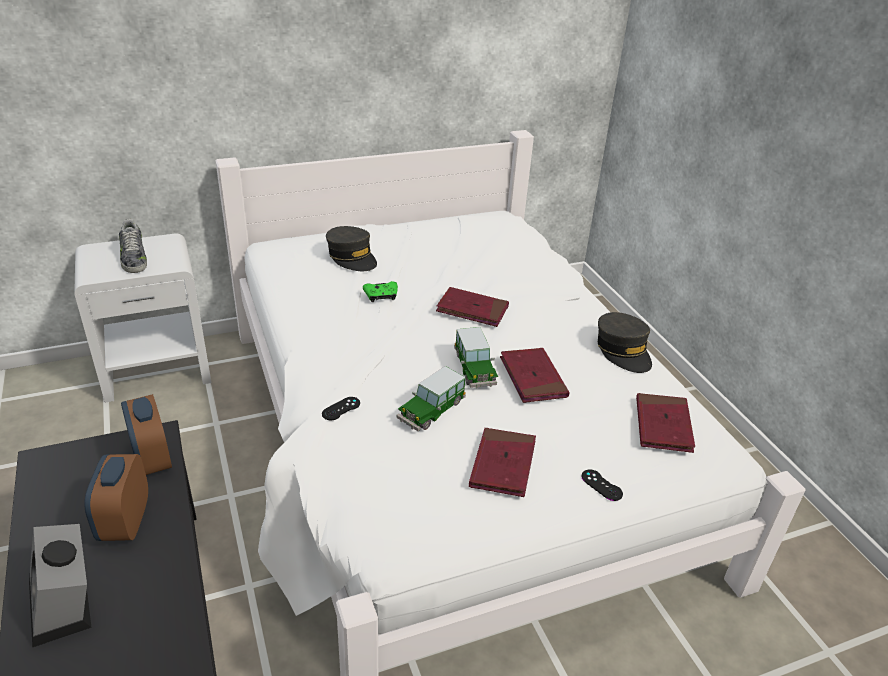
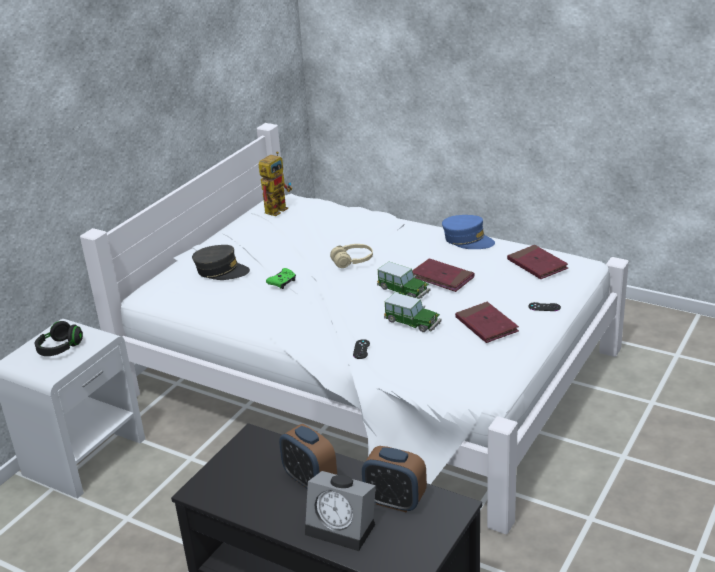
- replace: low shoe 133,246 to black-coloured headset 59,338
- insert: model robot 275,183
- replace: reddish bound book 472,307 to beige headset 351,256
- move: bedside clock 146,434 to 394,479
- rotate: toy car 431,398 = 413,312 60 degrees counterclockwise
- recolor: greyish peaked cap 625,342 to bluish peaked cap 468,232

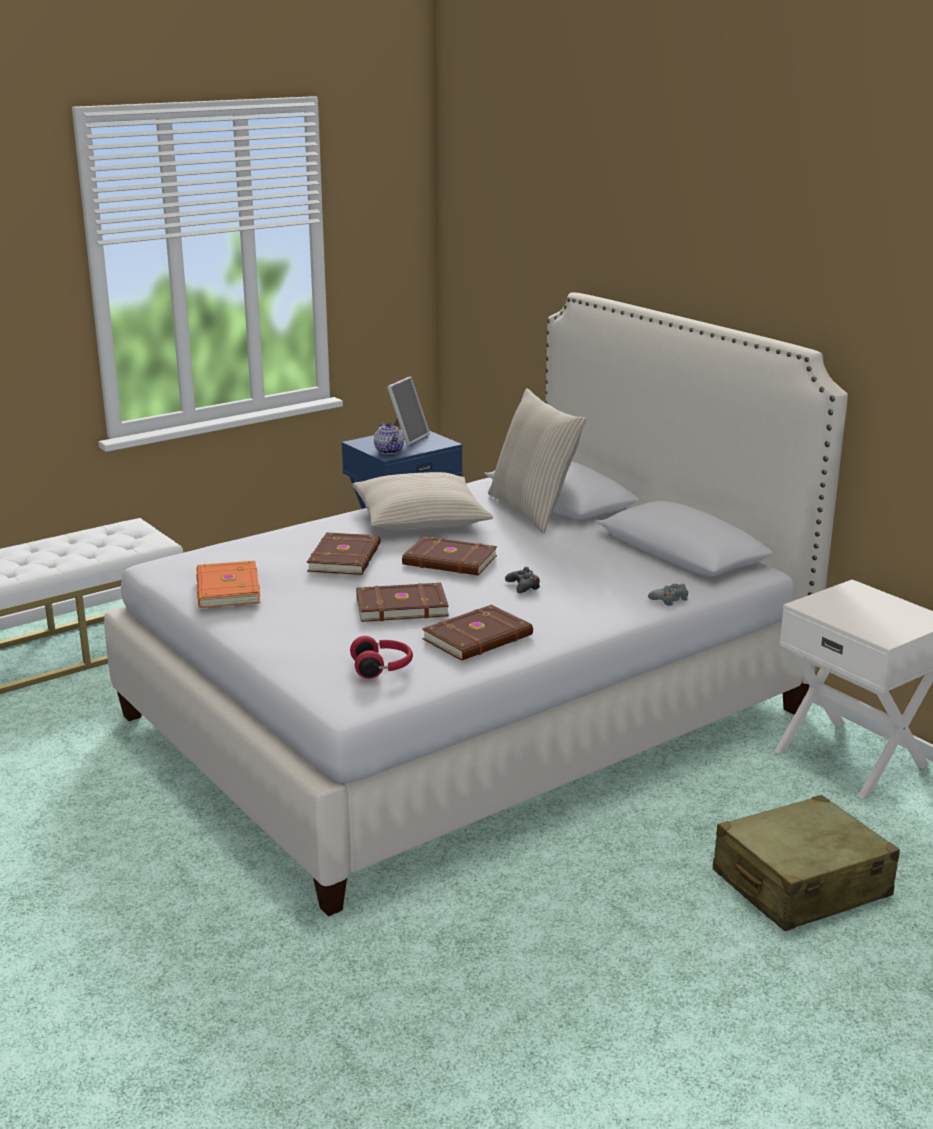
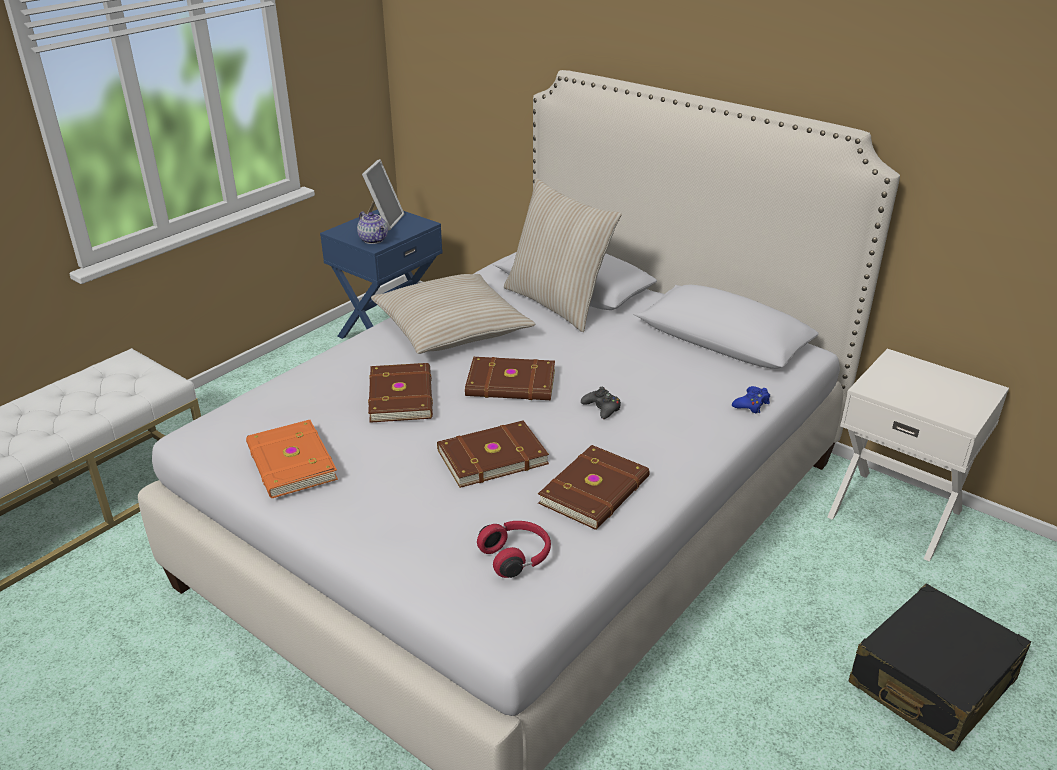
- recolor: greyish game controller 668,595 to bluish game controller 751,399
- recolor: beige travel case 806,863 to black-coloured travel case 939,668

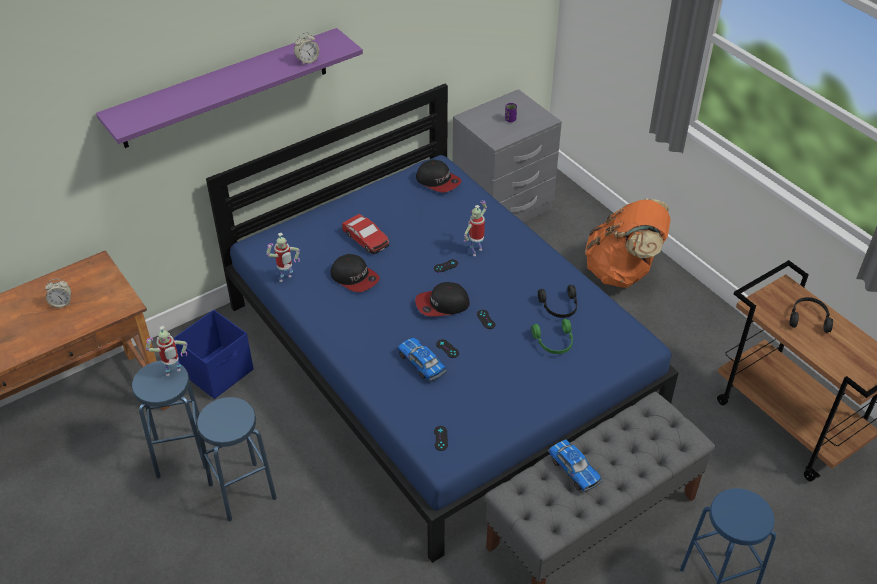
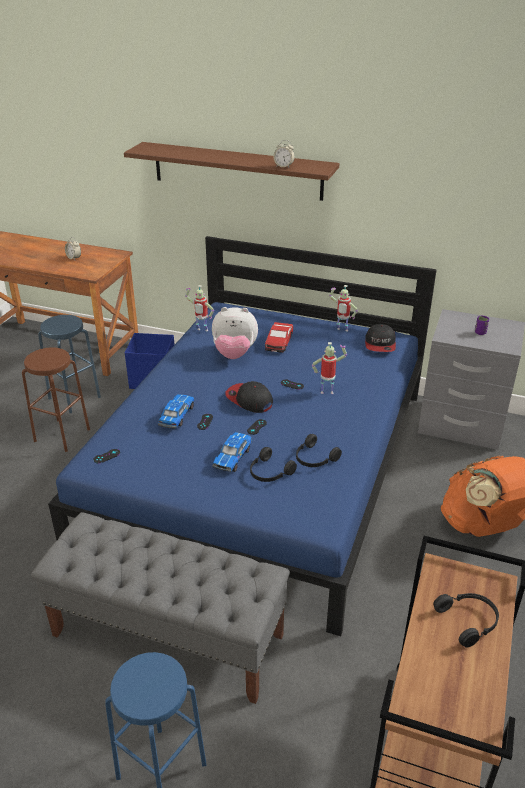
- recolor: bluish sitting stool 236,459 to brown sitting stool 56,399
- recolor: purplish shelf 229,88 to brown shelf 232,171
- replace: peaked cap 355,273 to cuddly toy 235,333
- move: toy car 575,466 to 232,452
- recolor: green headset 552,336 to black-coloured headset 273,464
- move: model robot 166,351 to 343,308

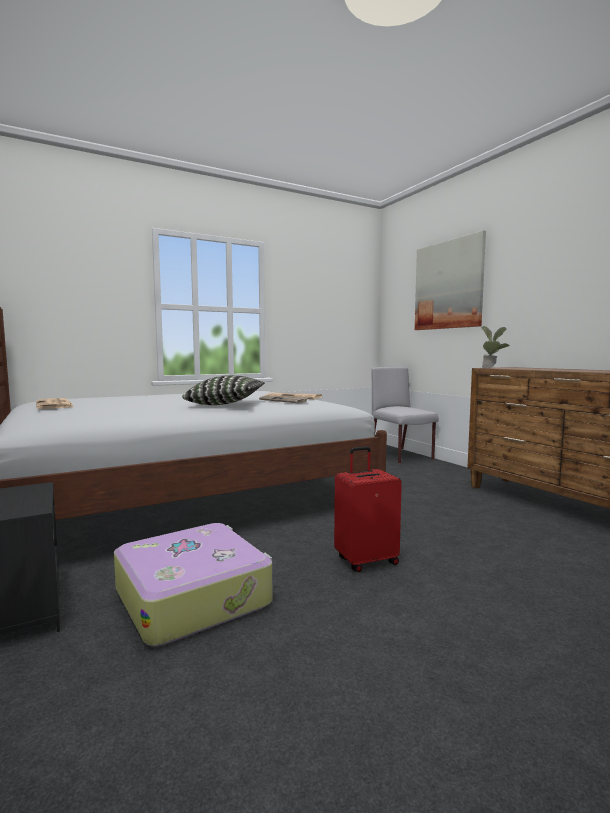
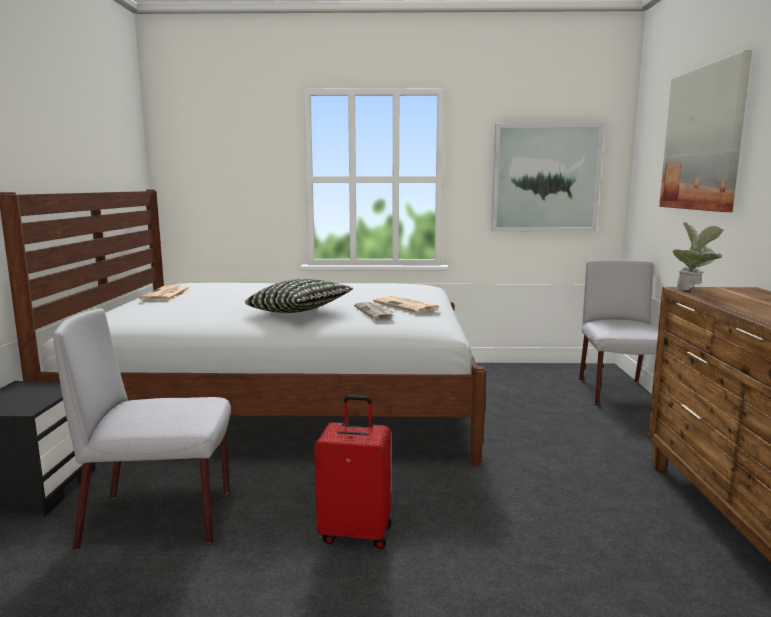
- replace: travel case 193,584 to greyish plain chair 142,429
- insert: picture 547,177

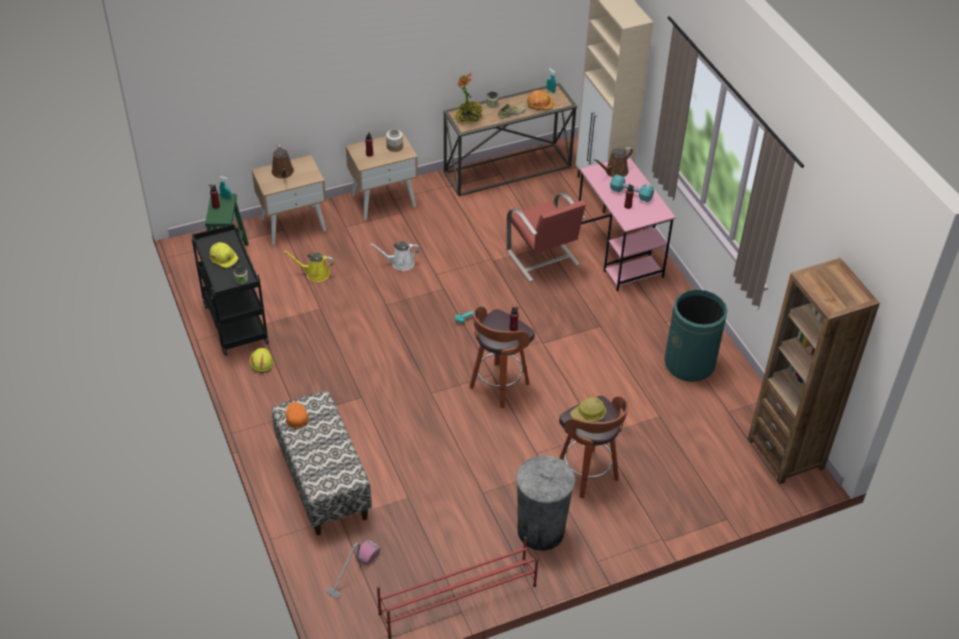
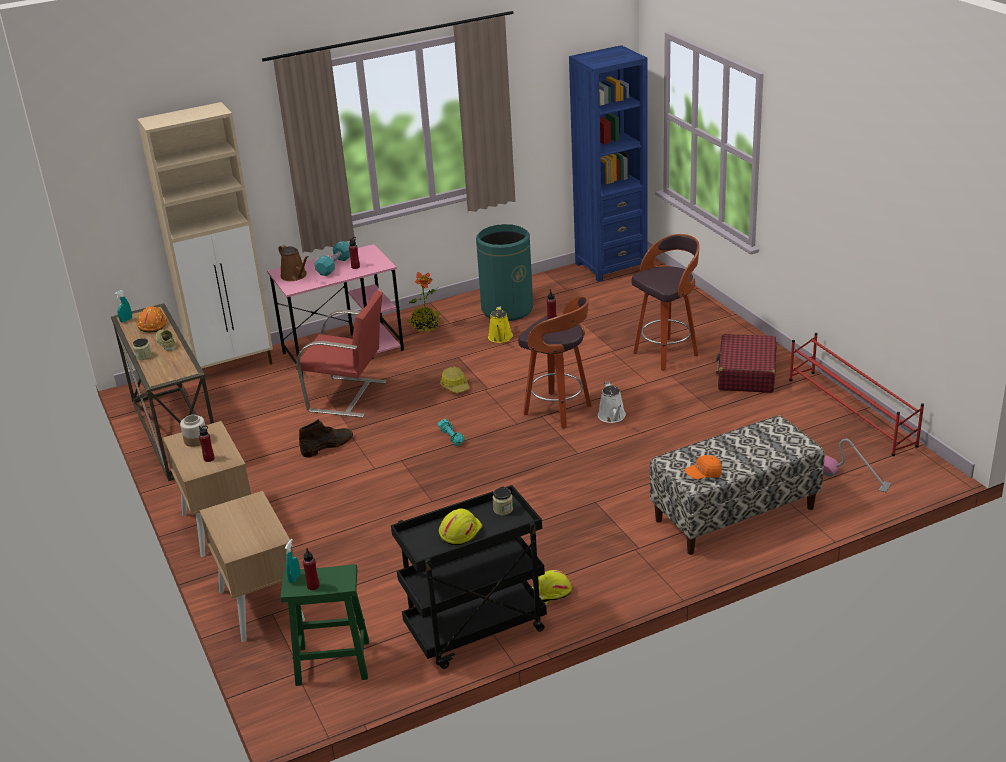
- rotate: reddish plain chair 546,237 = 341,354 45 degrees clockwise
- insert: brown tall boot 326,438
- move: plant in a pot 468,98 to 424,302
- move: safety helmet 588,409 to 455,379
- move: yellowish watering pot 309,266 to 500,324
- recolor: brown shelving unit 814,371 to bluish shelving unit 608,163
- move: white watering pot 395,256 to 612,402
- replace: greyish rubbish bin 545,503 to reddish travel case 746,363
- delete: brown watering pot 283,161

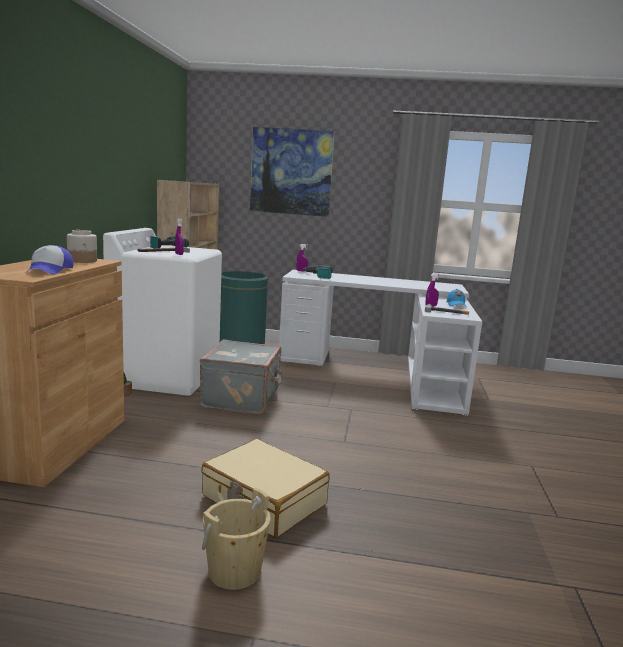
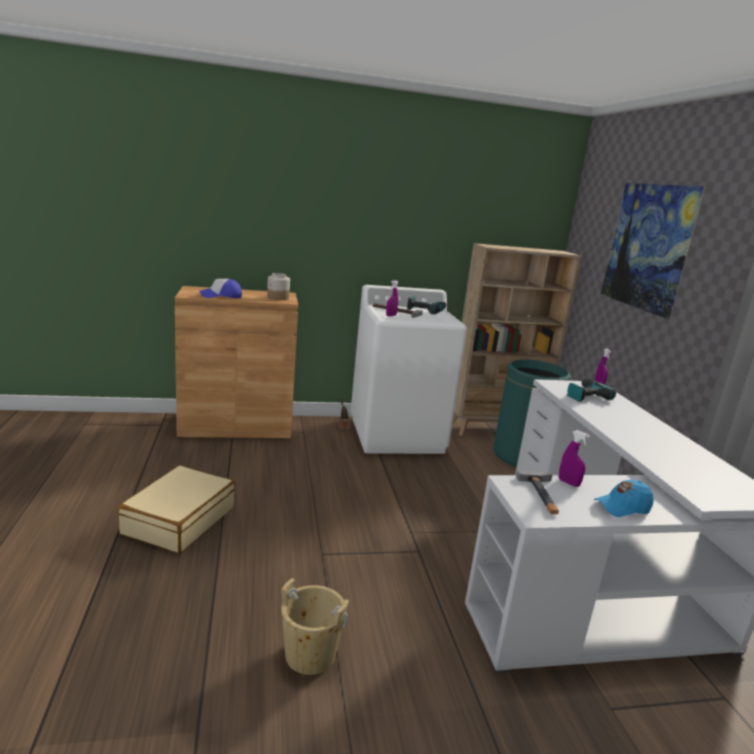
- move: beige bucket 236,539 to 315,626
- delete: greyish travel case 241,377

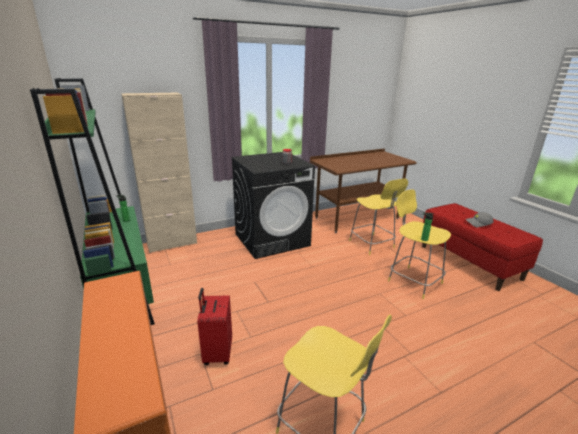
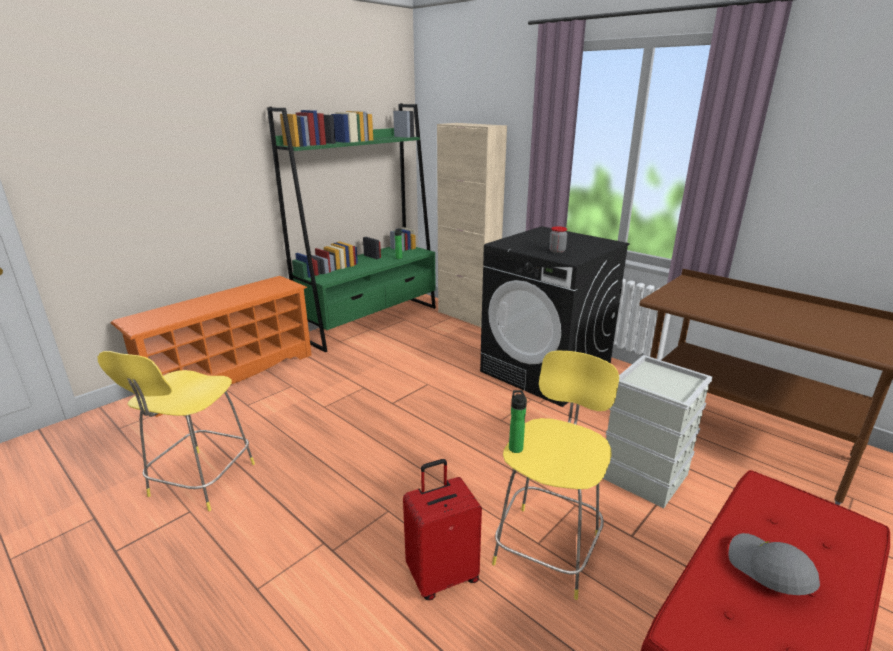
- move: reddish travel case 214,326 to 442,529
- replace: yellowish sitting stool 378,216 to greyish storage bin 658,431

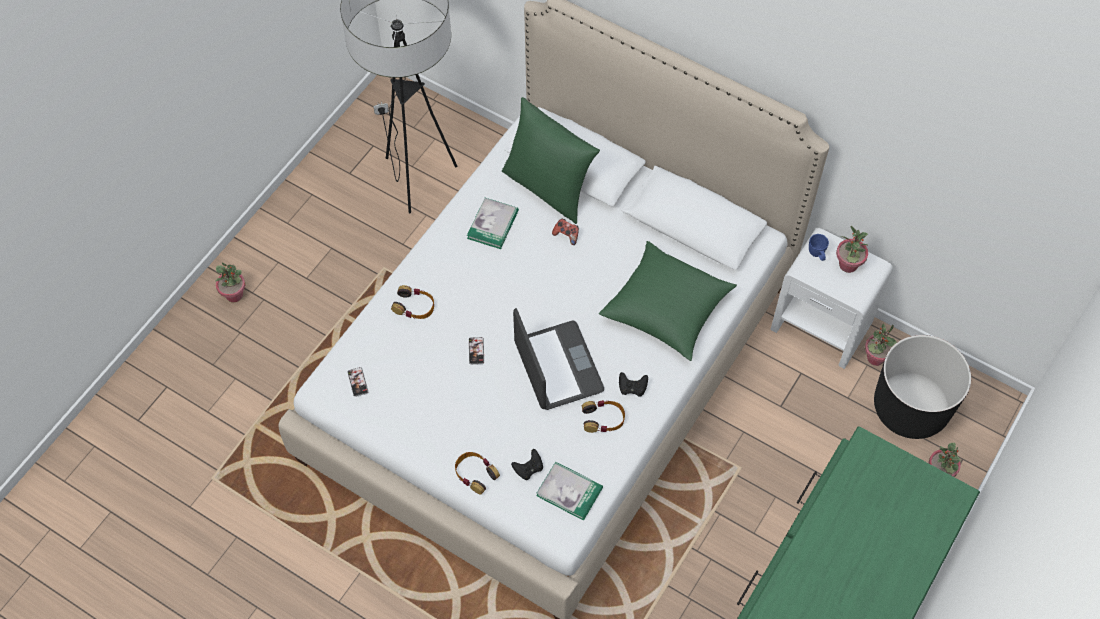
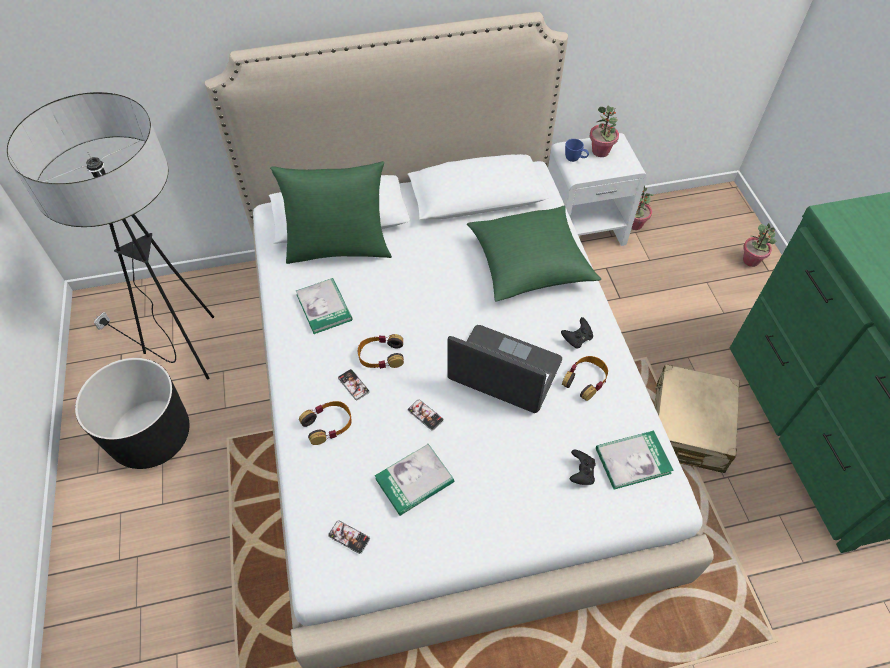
- move: black-coloured flower pot 922,387 to 132,413
- insert: phone 354,384
- move: headset 477,473 to 381,351
- insert: bound book 414,480
- insert: beige travel case 696,418
- delete: plant in a pot 230,282
- delete: game controller 565,232

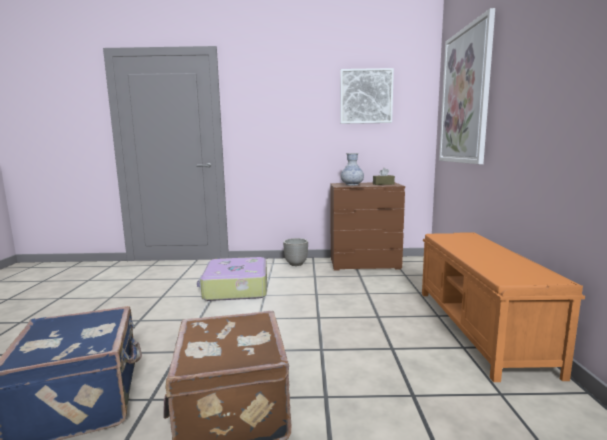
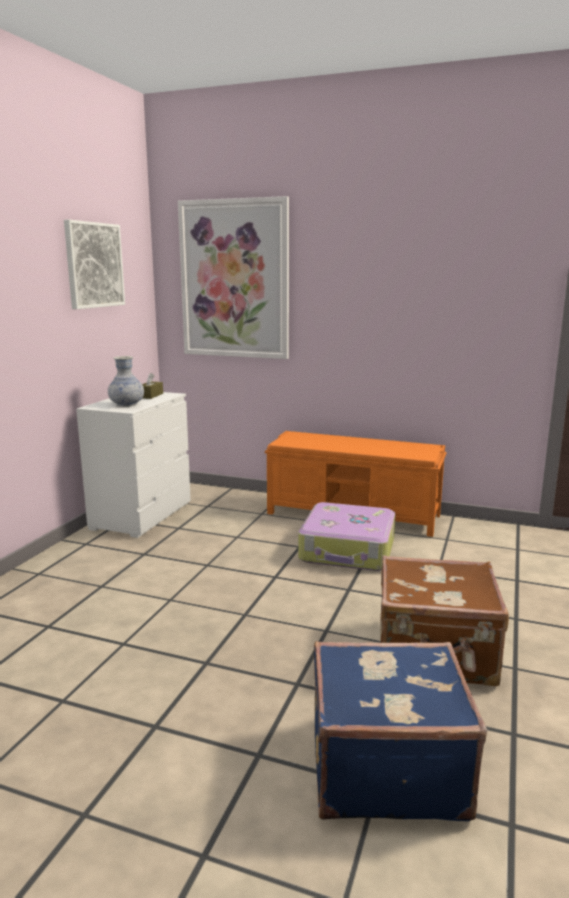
- recolor: brown chest of drawers 368,226 to white chest of drawers 133,465
- move: travel case 232,279 to 346,536
- delete: flower pot 295,252

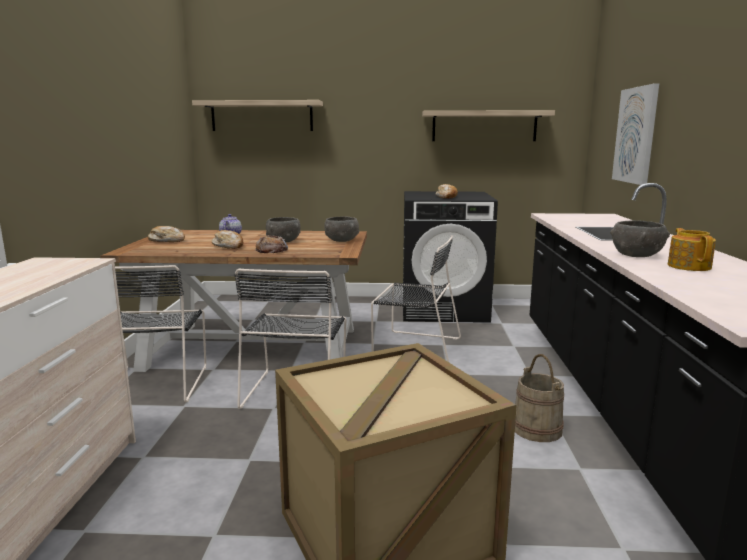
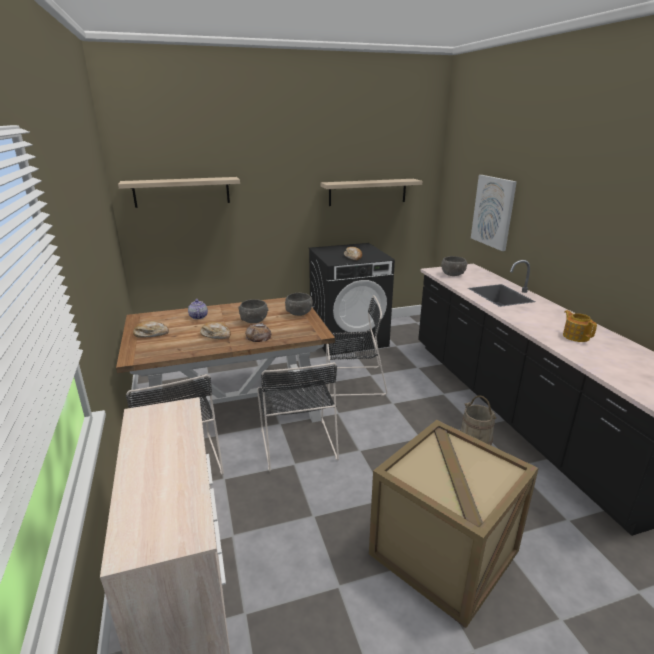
- move: greyish bowl 640,238 to 454,266

